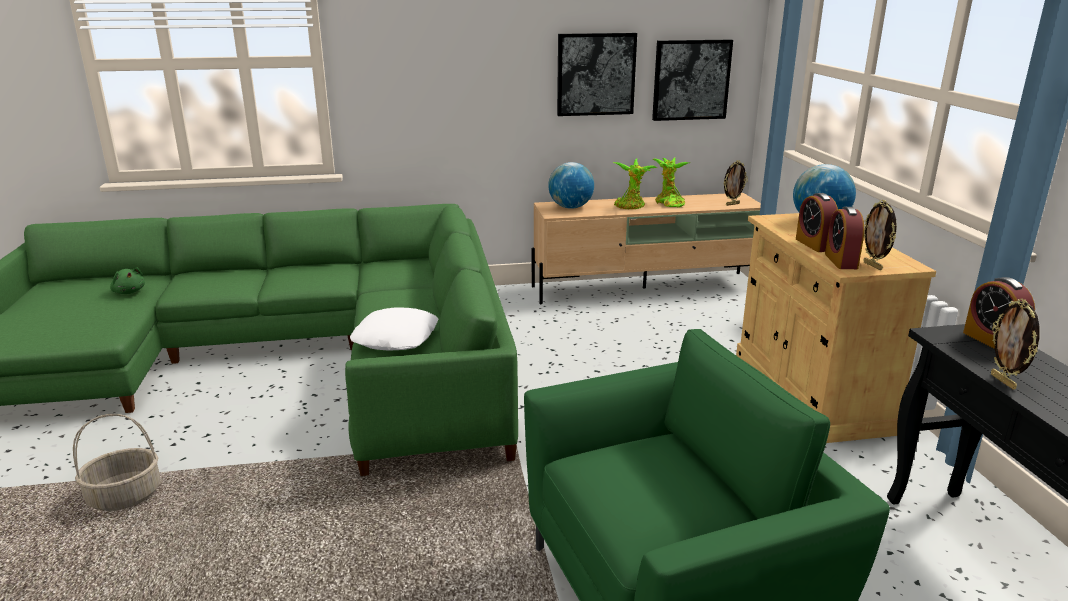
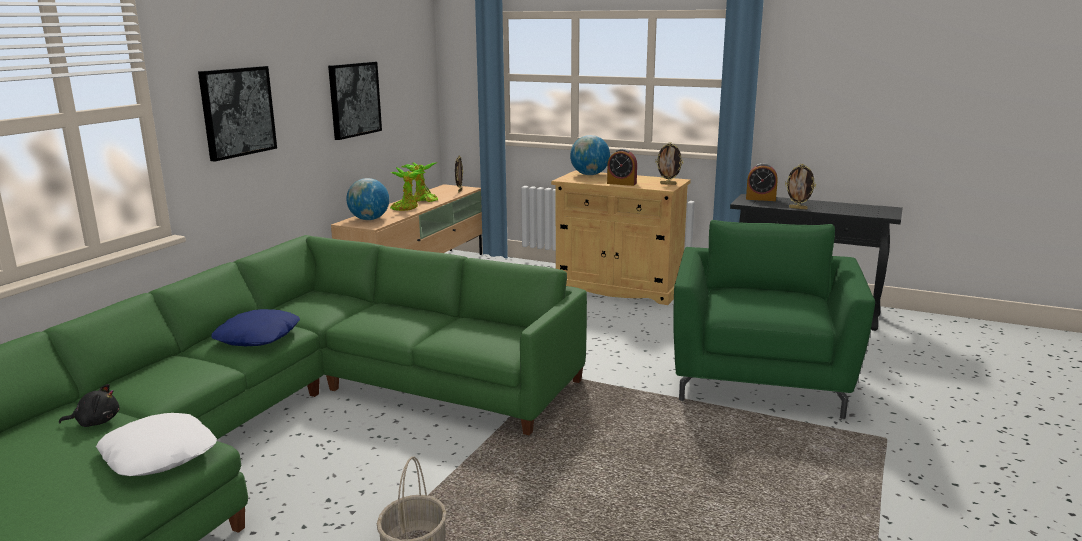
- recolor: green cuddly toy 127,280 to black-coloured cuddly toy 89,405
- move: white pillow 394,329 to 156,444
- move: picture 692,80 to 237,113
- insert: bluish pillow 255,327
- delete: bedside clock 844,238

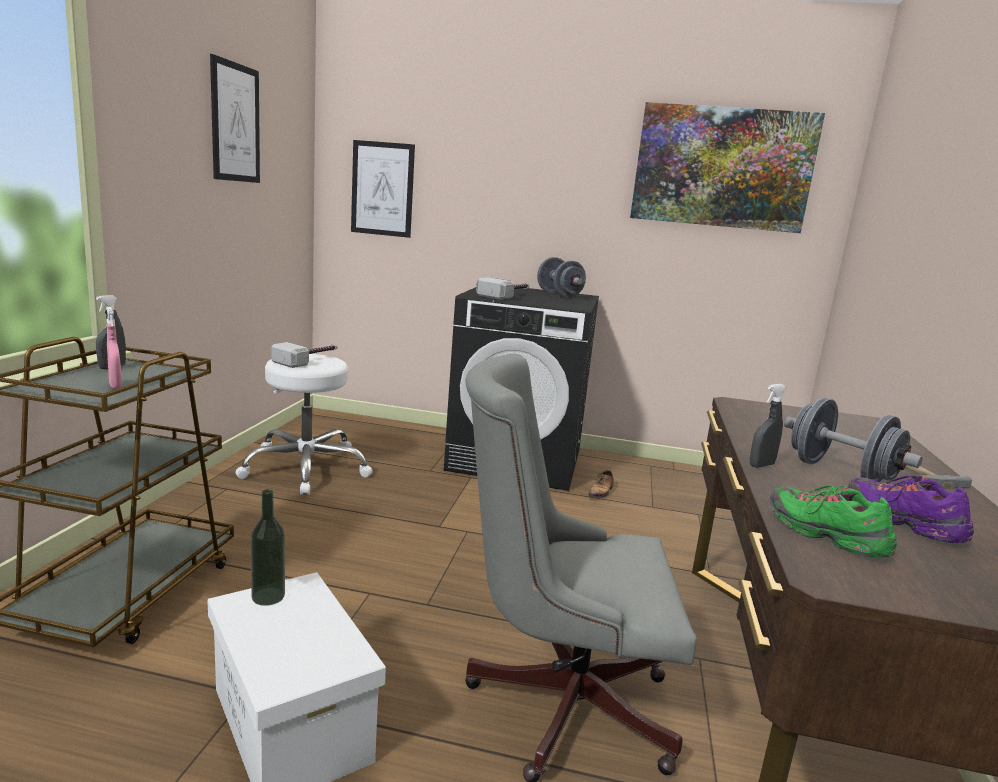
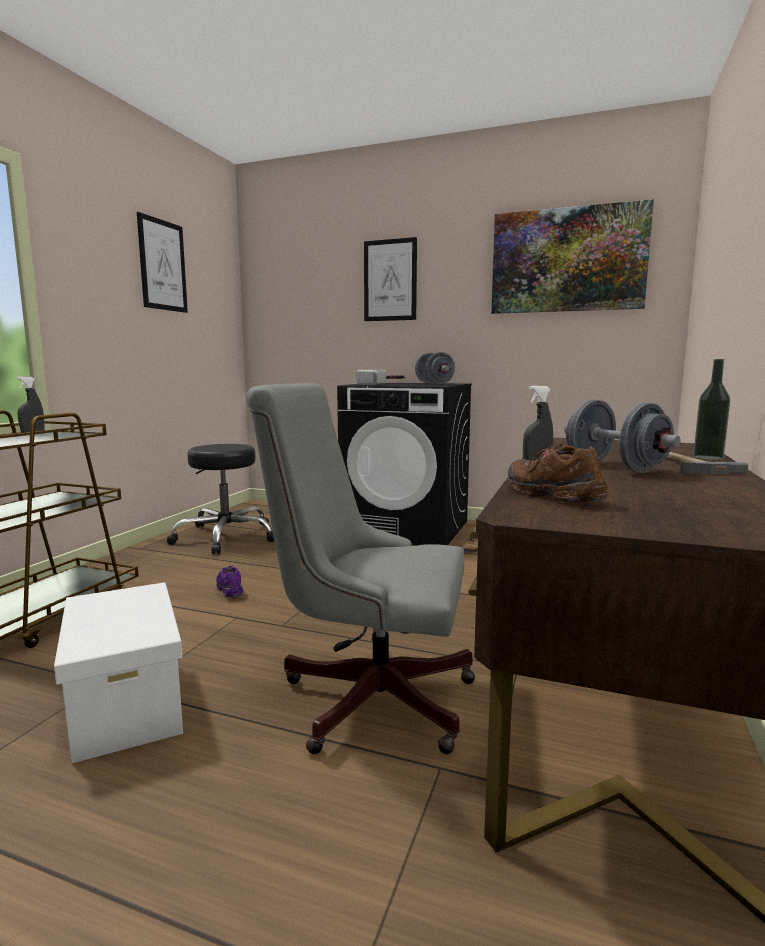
- recolor: white sitting stool 304,424 to black-coloured sitting stool 220,499
- move: purplish low shoe 911,509 to 229,581
- move: picture 383,189 to 390,279
- recolor: green low shoe 833,521 to brown low shoe 557,473
- move: bottle 268,547 to 711,409
- delete: pinkish spray bottle 114,348
- delete: hammer 304,355

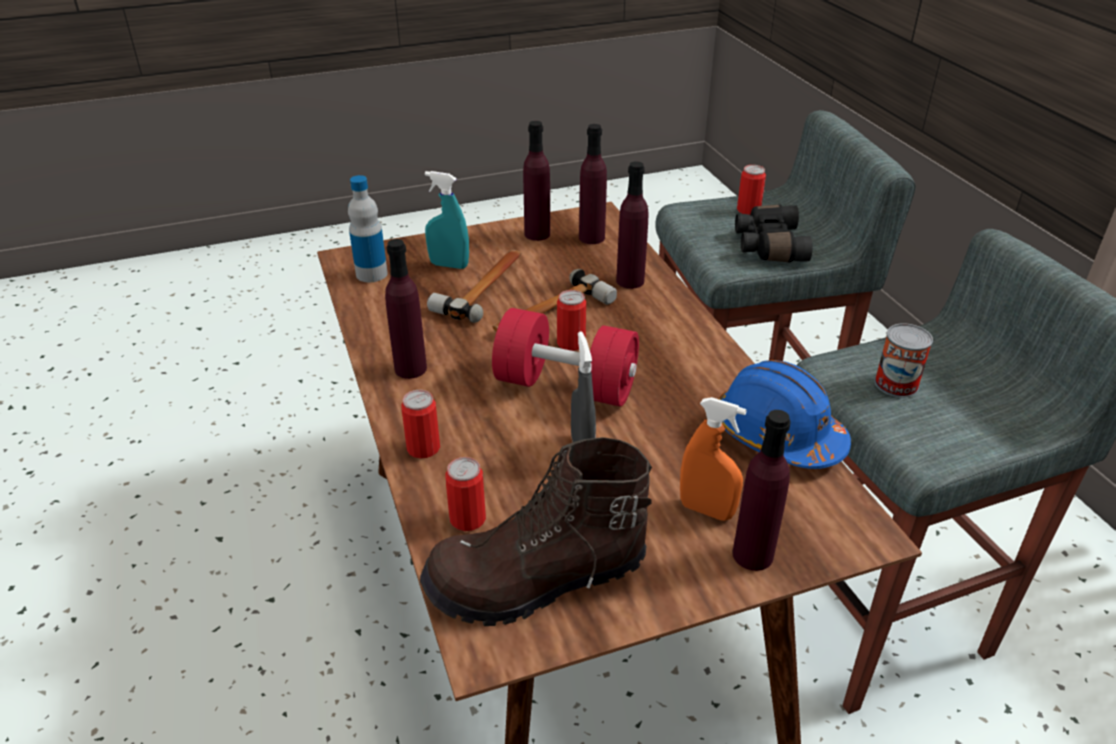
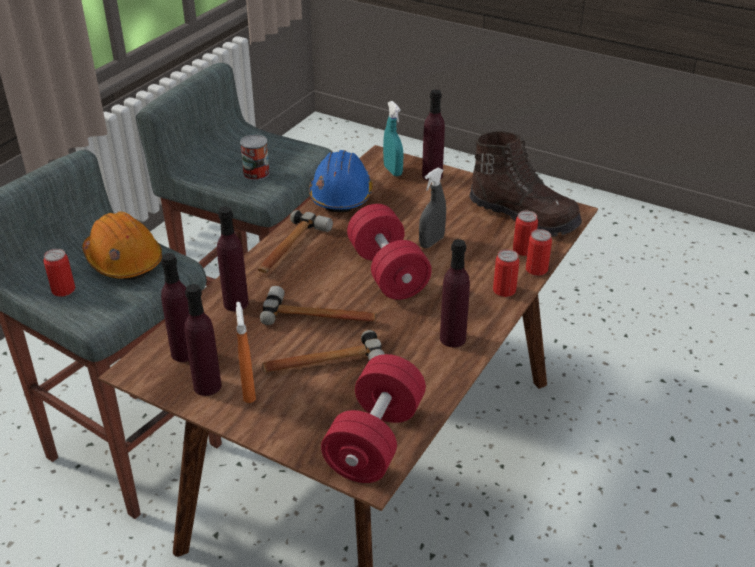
- replace: black-coloured binoculars 774,233 to orange-coloured safety helmet 122,246
- move: orange-coloured spray bottle 713,459 to 246,352
- insert: hammer 295,241
- replace: bottle 368,228 to reddish hand weight 373,418
- move: turquoise-coloured spray bottle 447,220 to 393,138
- move: sealed can 571,320 to 539,252

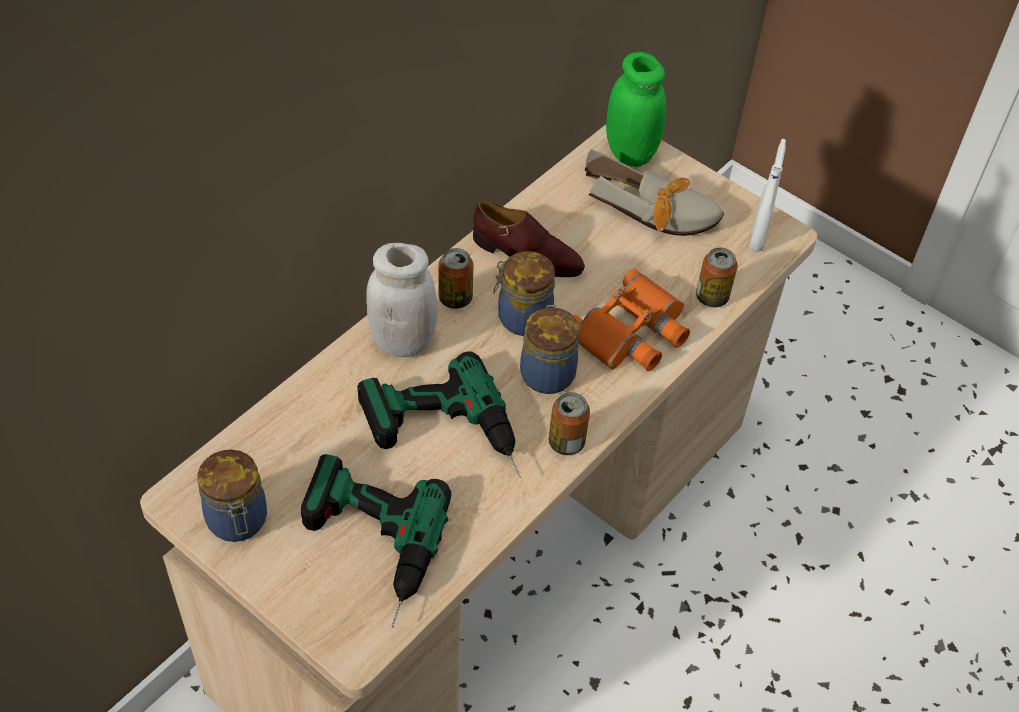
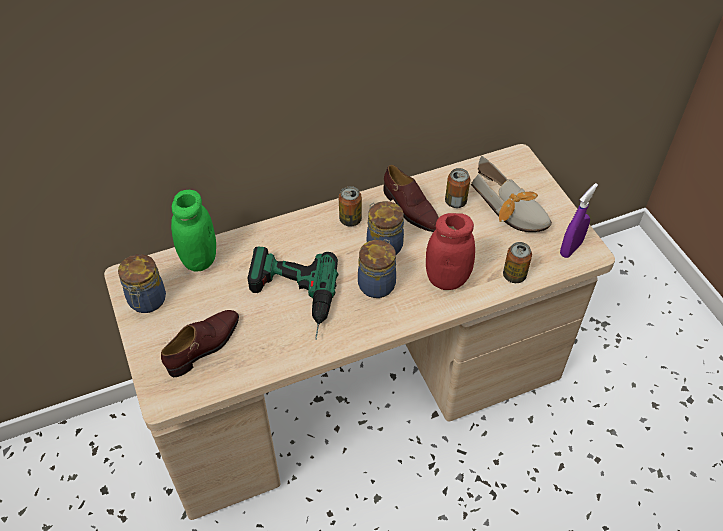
- replace: electric drill 376,541 to brown low shoe 200,343
- move: green preserve jar 636,109 to 193,231
- replace: orange-coloured binoculars 631,320 to reddish preserve jar 450,251
- move: sealed can 569,423 to 457,188
- recolor: white spray bottle 767,195 to purplish spray bottle 579,220
- delete: white preserve jar 401,300

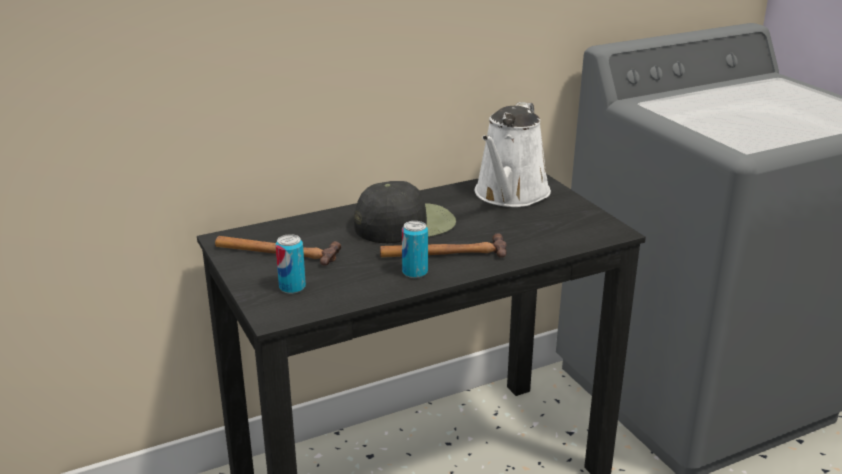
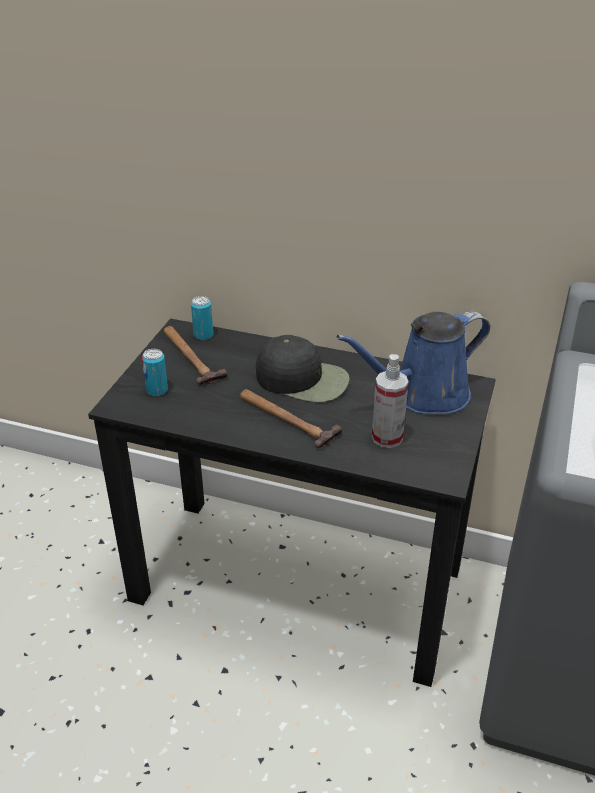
- move: sealed can 415,249 to 202,318
- recolor: white watering pot 513,154 to bluish watering pot 413,362
- insert: spray bottle 390,401

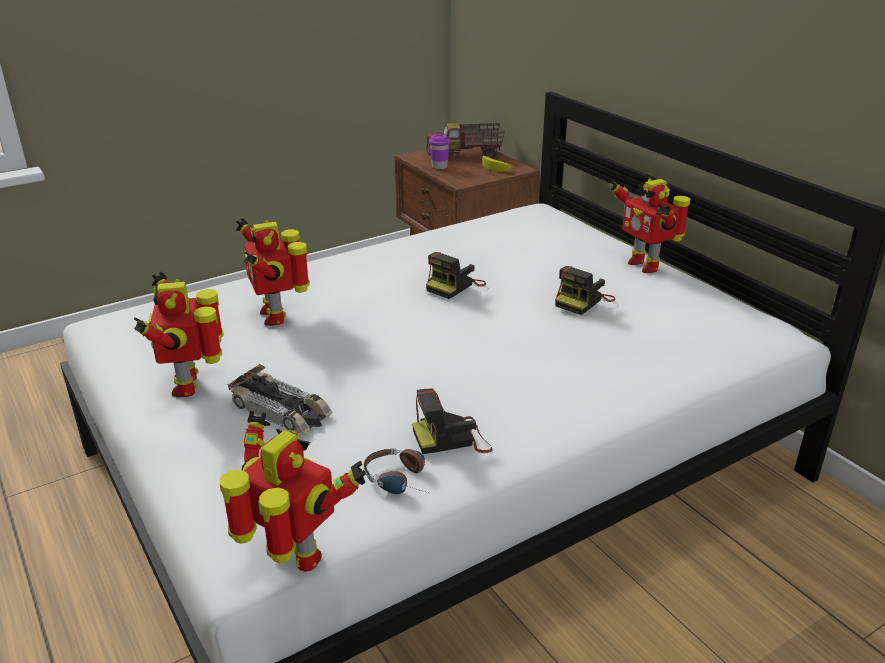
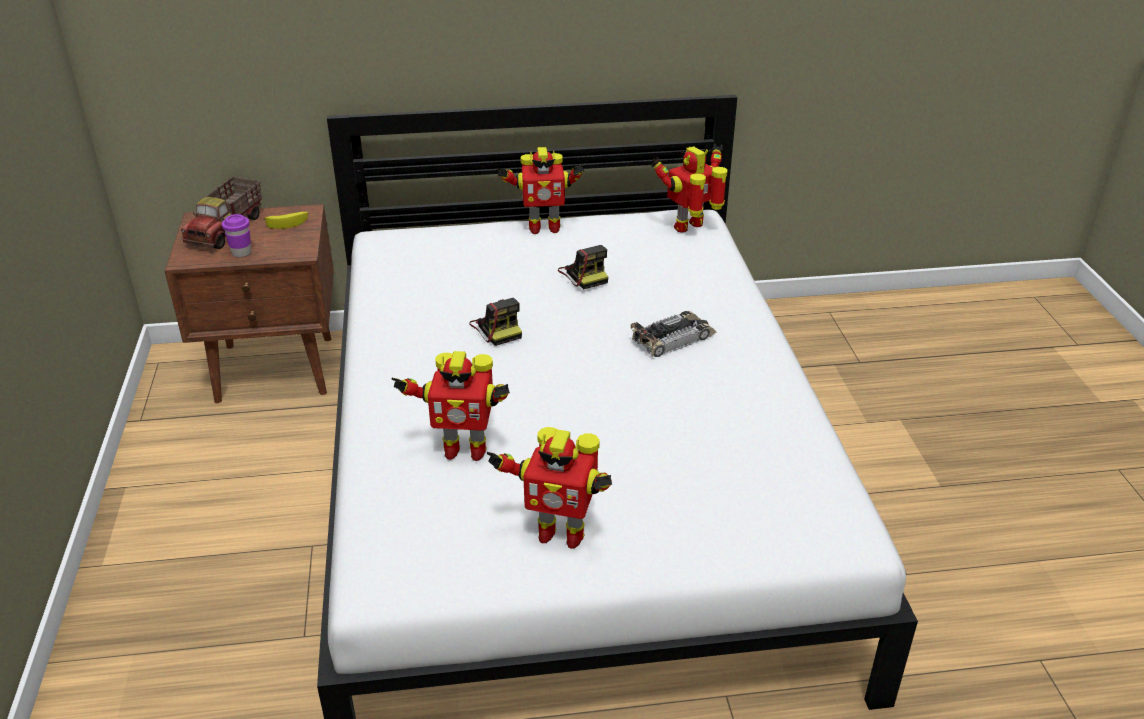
- move: toy car 280,399 to 674,334
- move: model robot 293,491 to 689,188
- delete: headset 397,471
- delete: photo camera 452,421

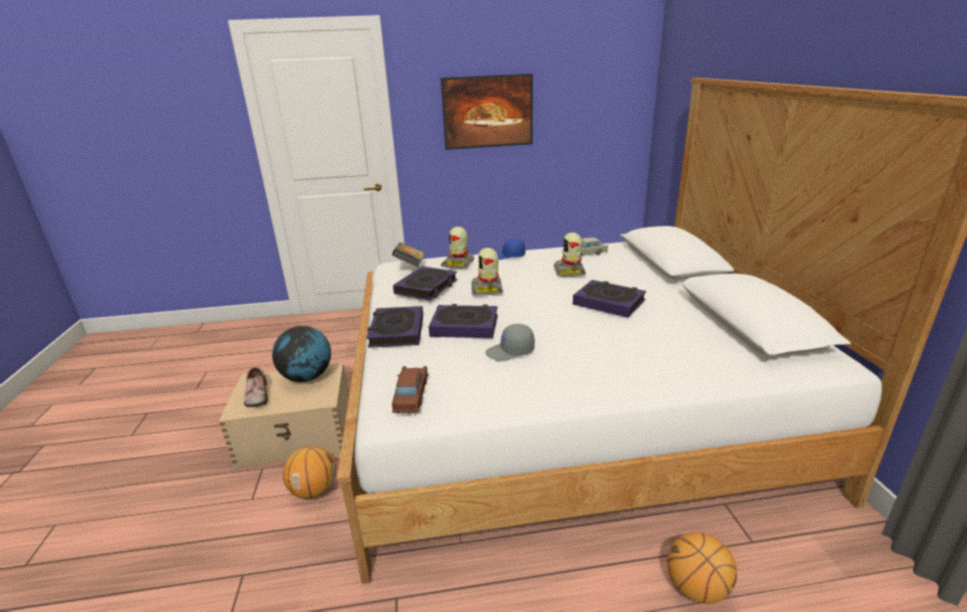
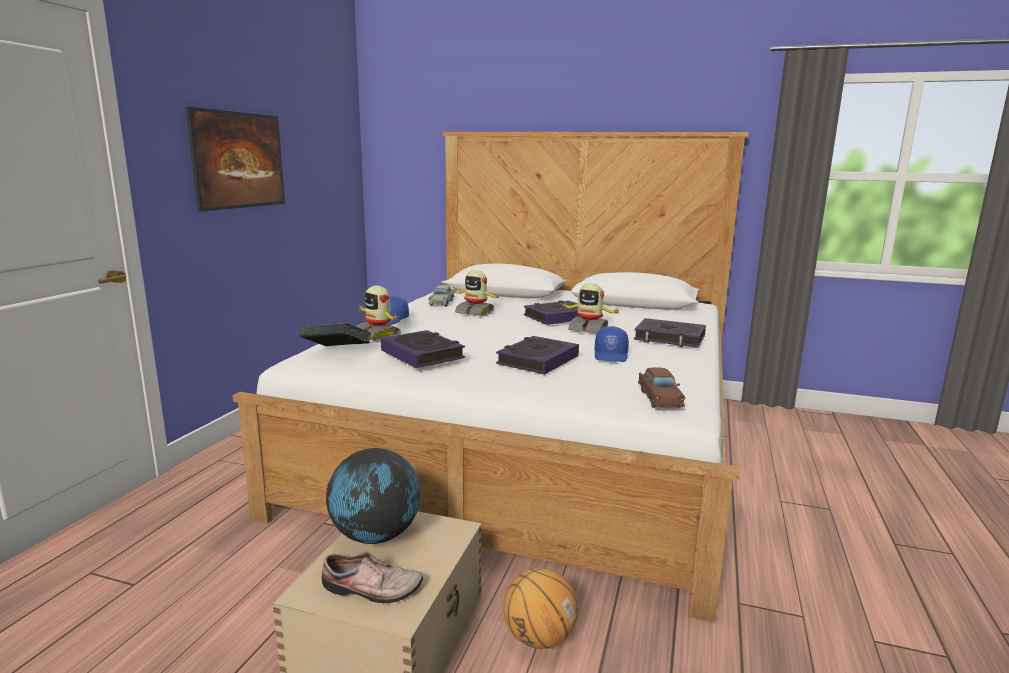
- move: model robot 487,271 to 591,308
- recolor: greyish peaked cap 510,342 to bluish peaked cap 612,344
- move: bound book 395,327 to 670,333
- rotate: brown toy car 410,389 = 661,388 120 degrees counterclockwise
- delete: basketball ball 702,568

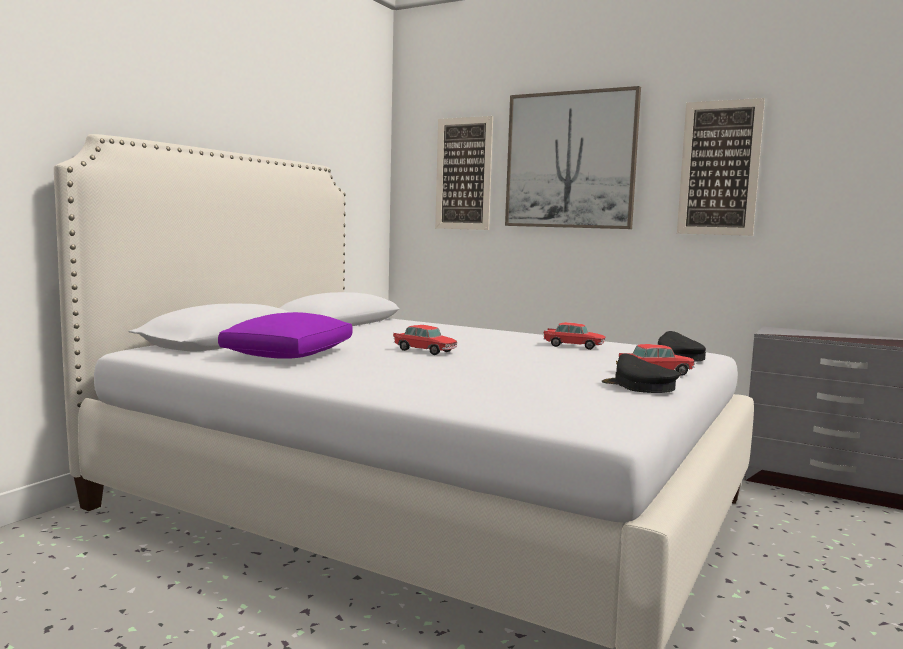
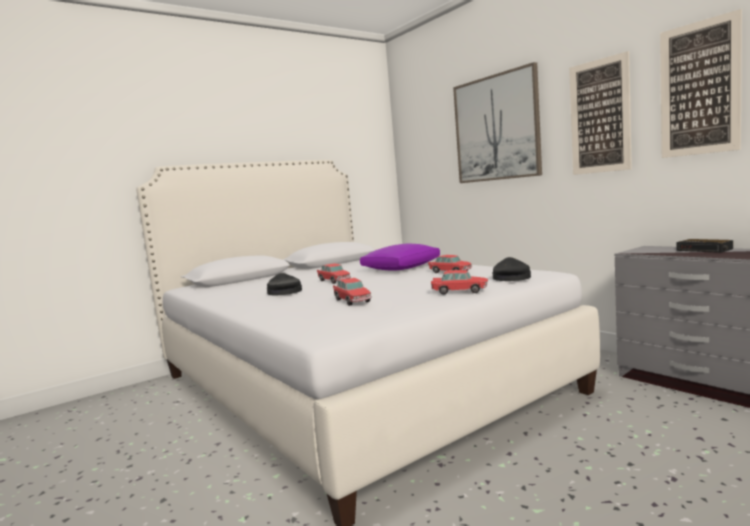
- move: black-coloured peaked cap 640,373 to 284,284
- insert: toy car 352,292
- move: purplish pillow 285,335 to 400,257
- move: picture 464,173 to 701,83
- insert: bedside clock 704,246

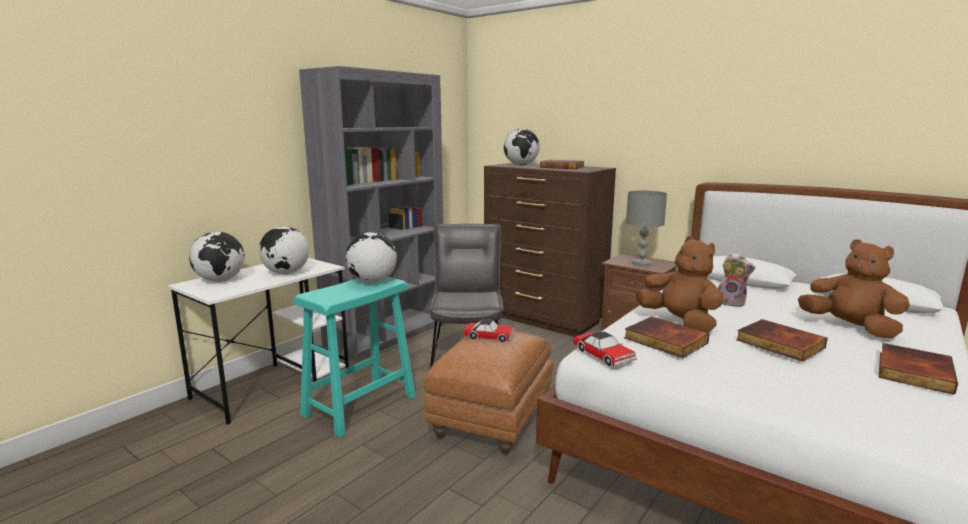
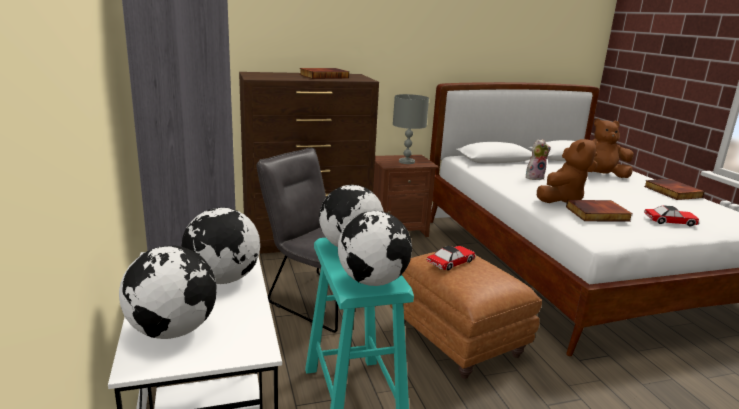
- move: world globe 522,147 to 375,248
- rotate: brown cuddly toy 679,284 = 567,171 135 degrees clockwise
- move: toy car 605,348 to 672,215
- delete: bound book 782,340

